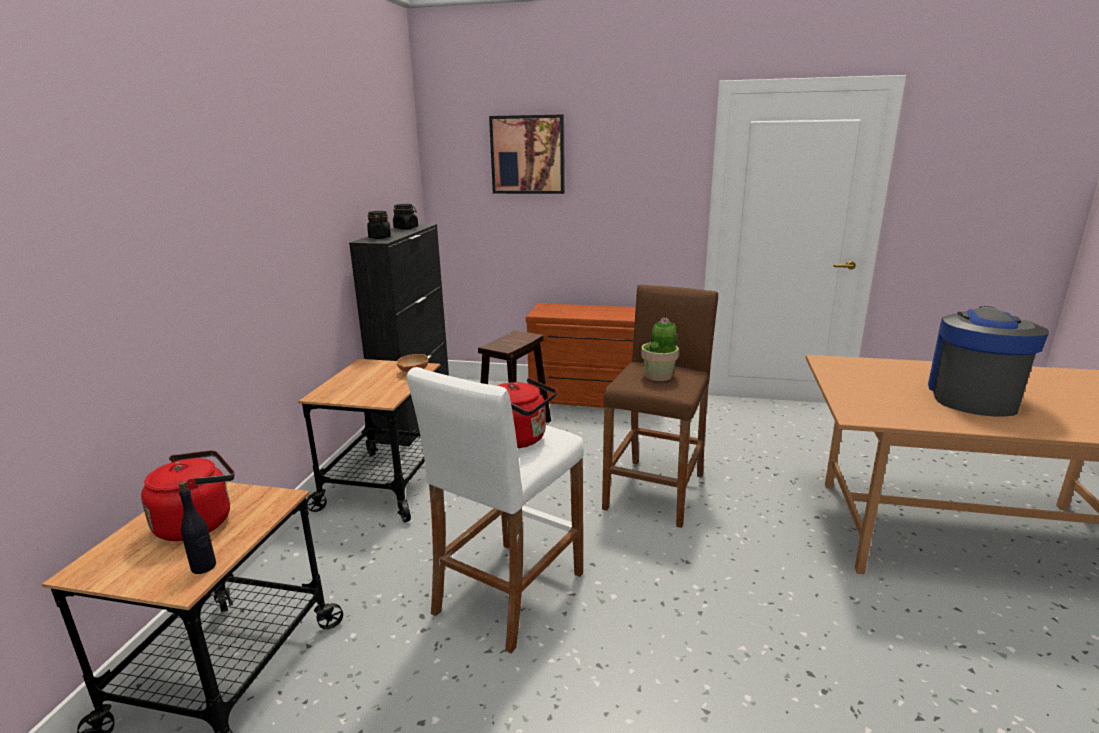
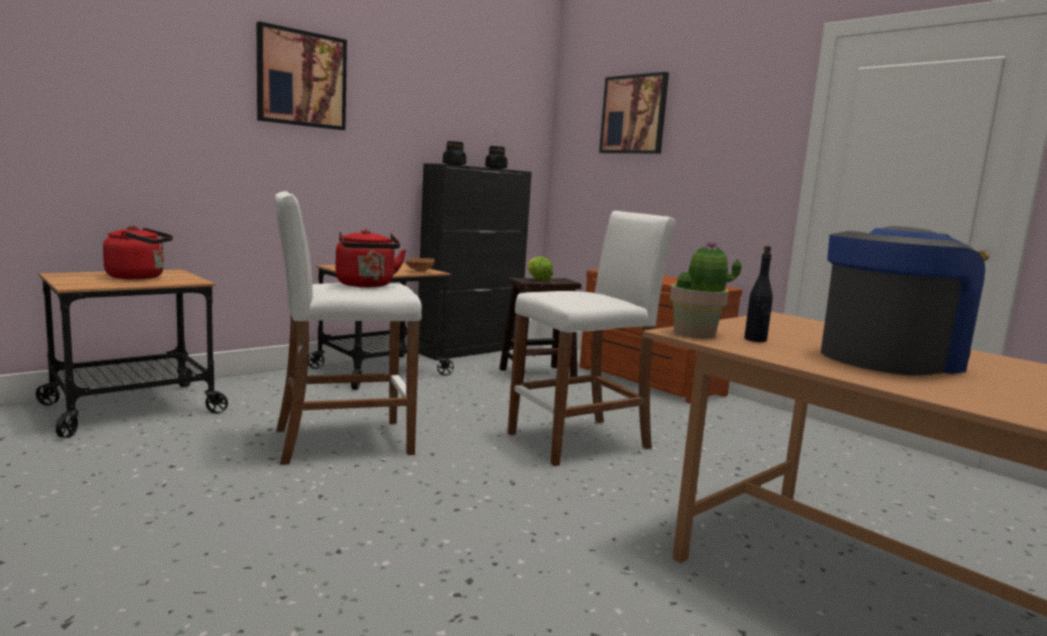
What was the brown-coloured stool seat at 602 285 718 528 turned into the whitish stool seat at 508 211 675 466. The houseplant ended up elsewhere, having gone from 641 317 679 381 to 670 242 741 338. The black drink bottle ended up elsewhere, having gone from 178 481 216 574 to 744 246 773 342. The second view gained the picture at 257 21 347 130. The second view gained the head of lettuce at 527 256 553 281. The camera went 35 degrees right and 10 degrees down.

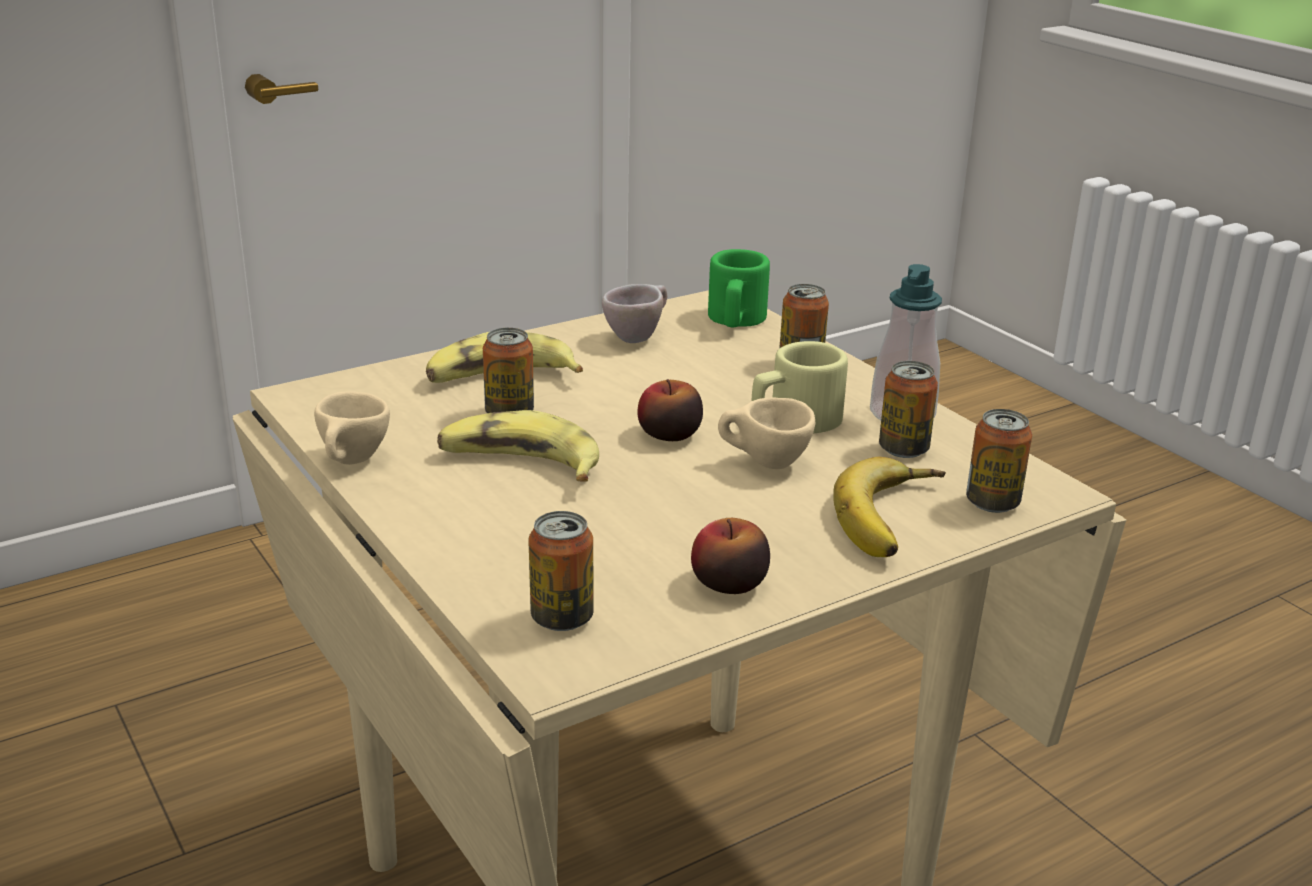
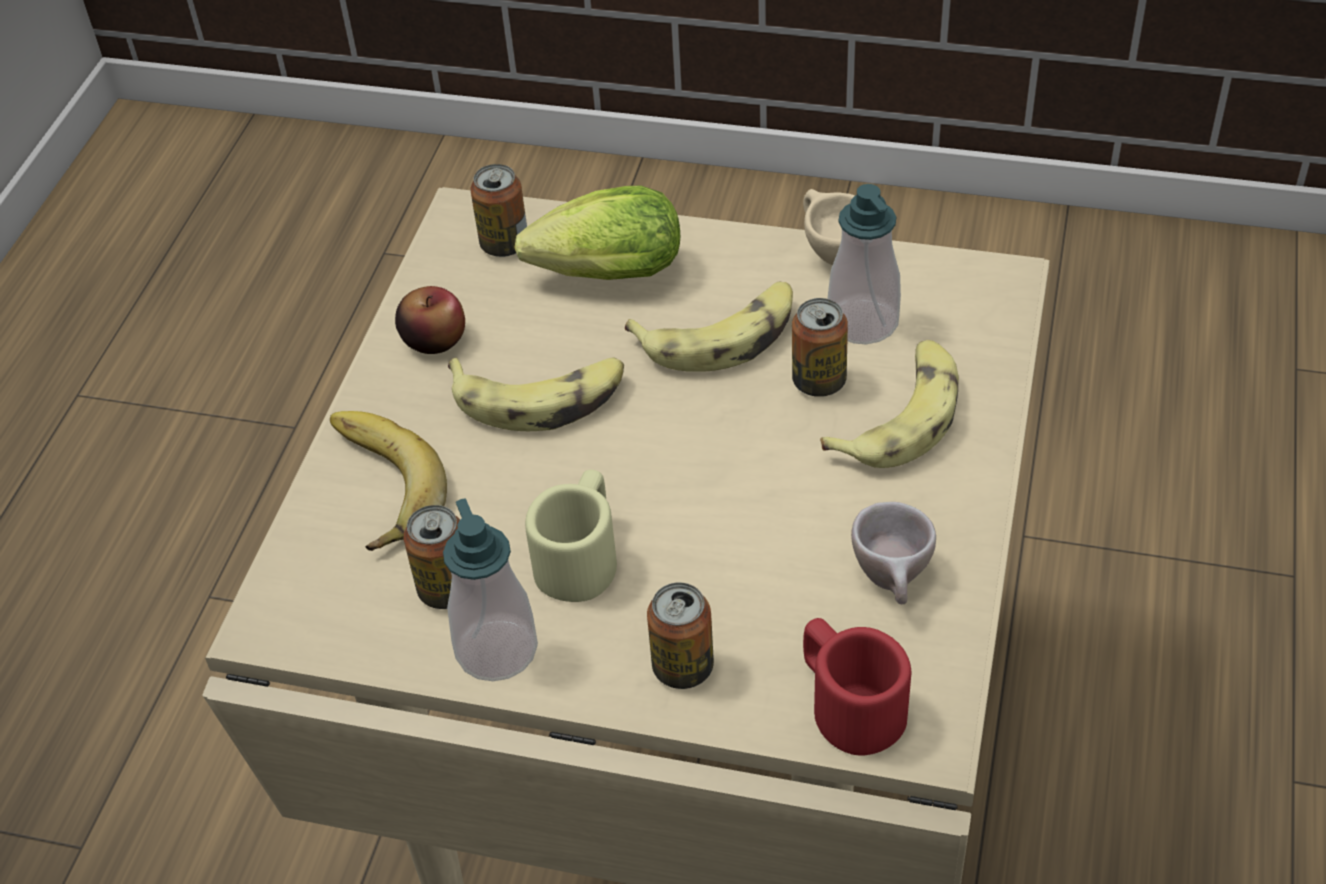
What was the greenish coffee mug at 708 249 770 327 turned into the reddish coffee mug at 803 618 911 756. The second view lost the whole apple at 637 379 703 441. The second view lost the beige drinking cup at 718 398 816 469. The second view lost the can at 966 409 1032 513. The second view gained the soap bottle at 827 184 901 345. The second view gained the head of lettuce at 514 186 680 280. The second view gained the banana at 448 357 624 431. The camera went 140 degrees right and 20 degrees up.

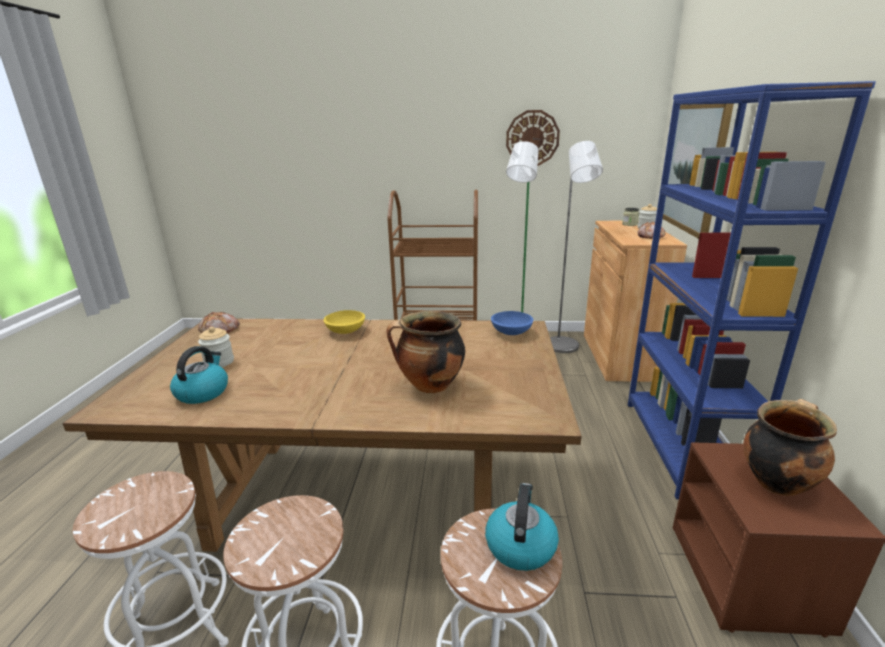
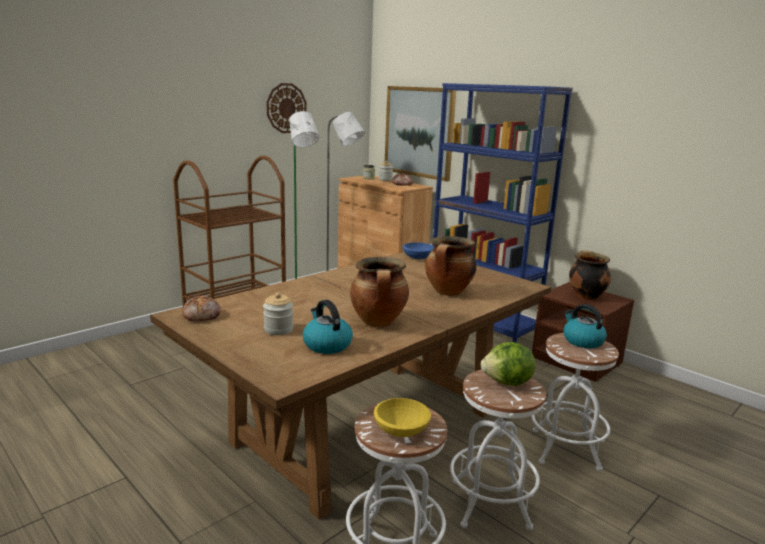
The yellow-coloured deep dish ended up elsewhere, having gone from 323 310 365 334 to 374 398 431 437. The second view gained the saucepot at 350 257 409 327. The second view gained the head of lettuce at 481 342 535 386. The camera went 50 degrees left and 5 degrees down.

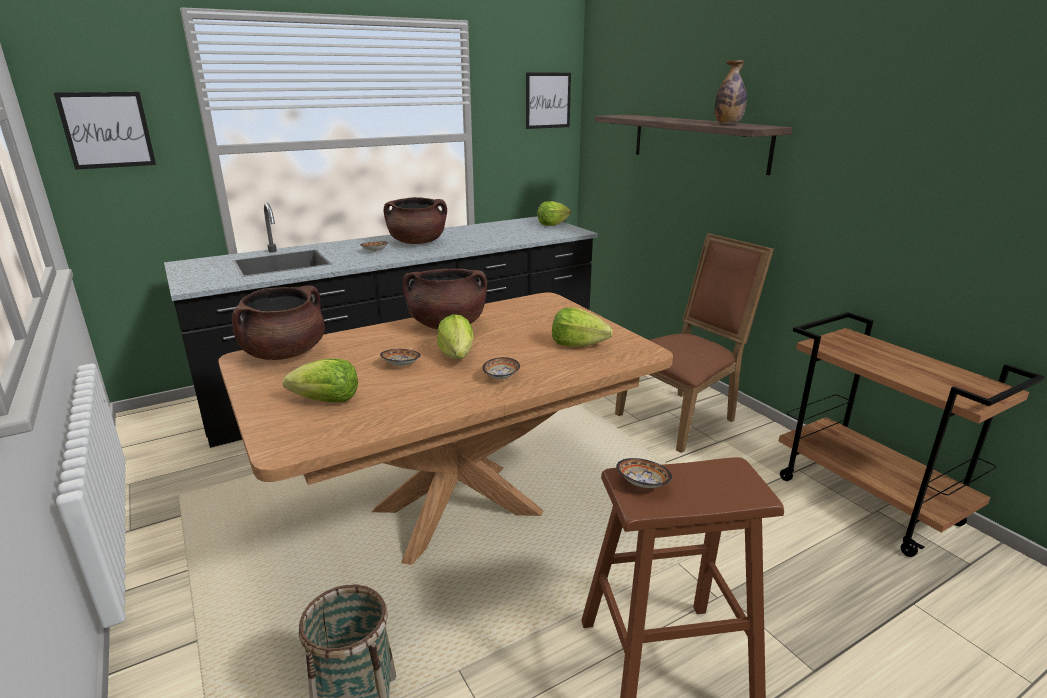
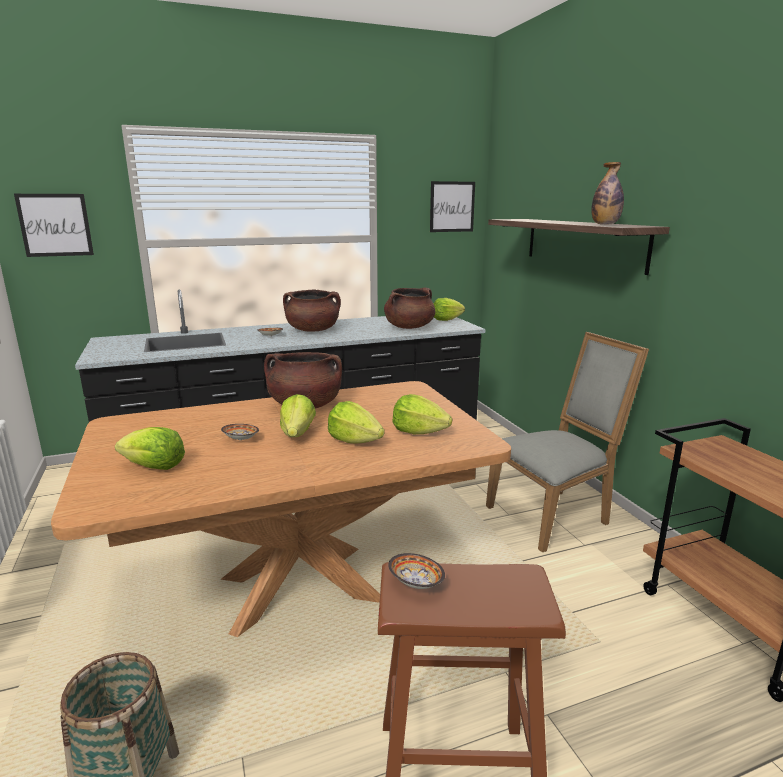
What was the brown-coloured chair at 615 233 774 453 turned into the greyish chair at 486 332 649 552. The brown-coloured saucepot ended up elsewhere, having gone from 232 286 325 360 to 384 288 435 329. The second view lost the deep dish at 482 357 520 379. The second view gained the head of lettuce at 328 401 385 444. The camera went 10 degrees right and 5 degrees down.

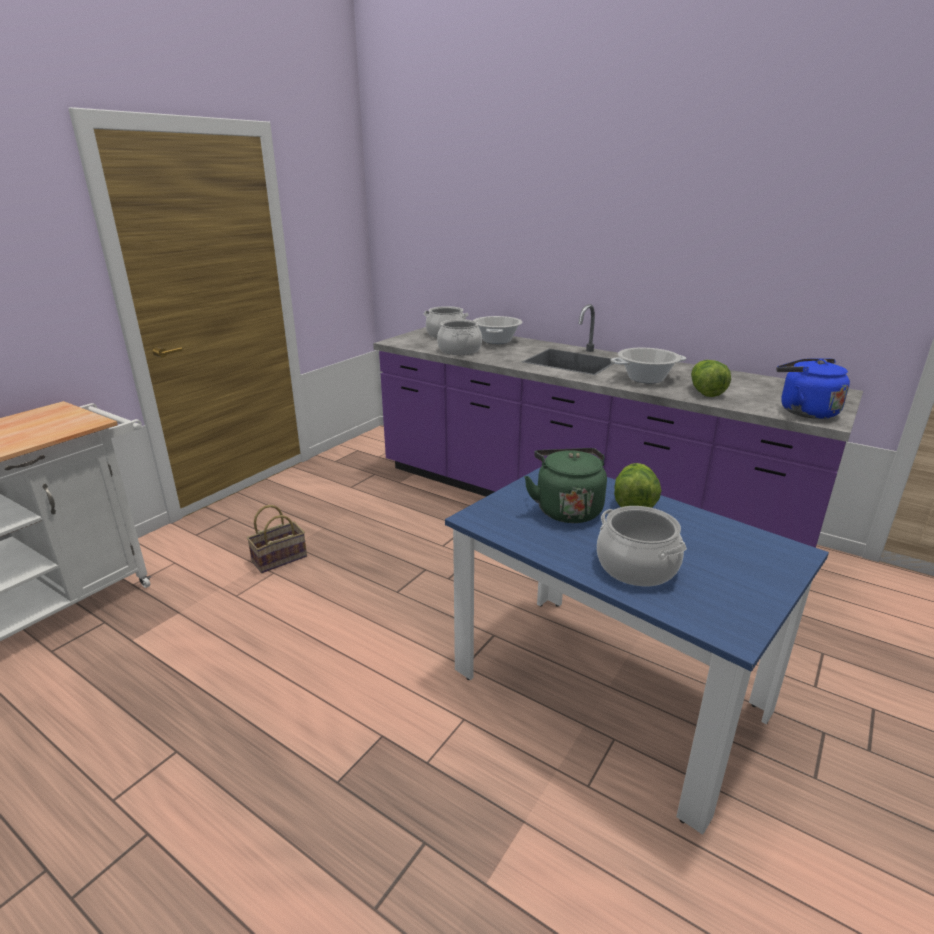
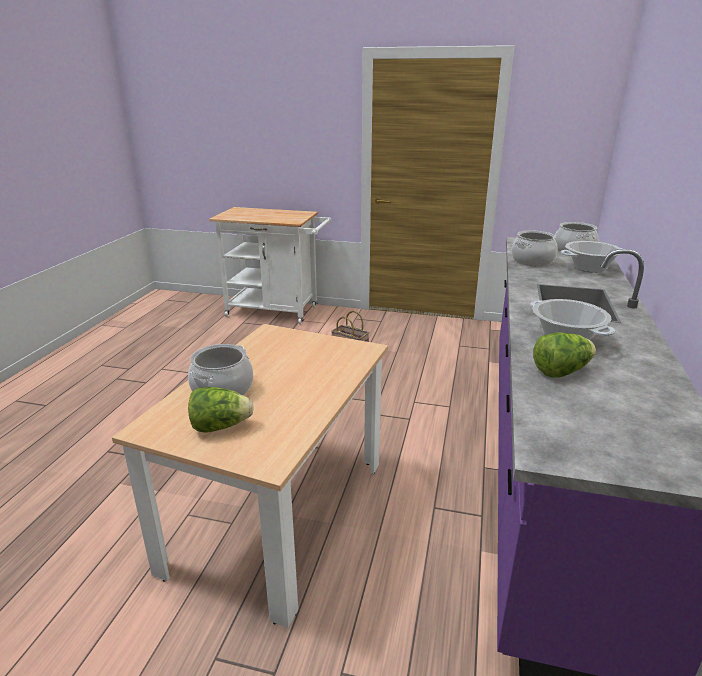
The second view lost the blue kettle at 776 359 850 419. The second view lost the greenish kettle at 524 448 607 523. The head of lettuce ended up elsewhere, having gone from 614 463 661 508 to 188 387 254 433. What was the blue dining table at 445 467 829 835 turned into the beige dining table at 112 324 388 628. The camera went 70 degrees right and 0 degrees up.

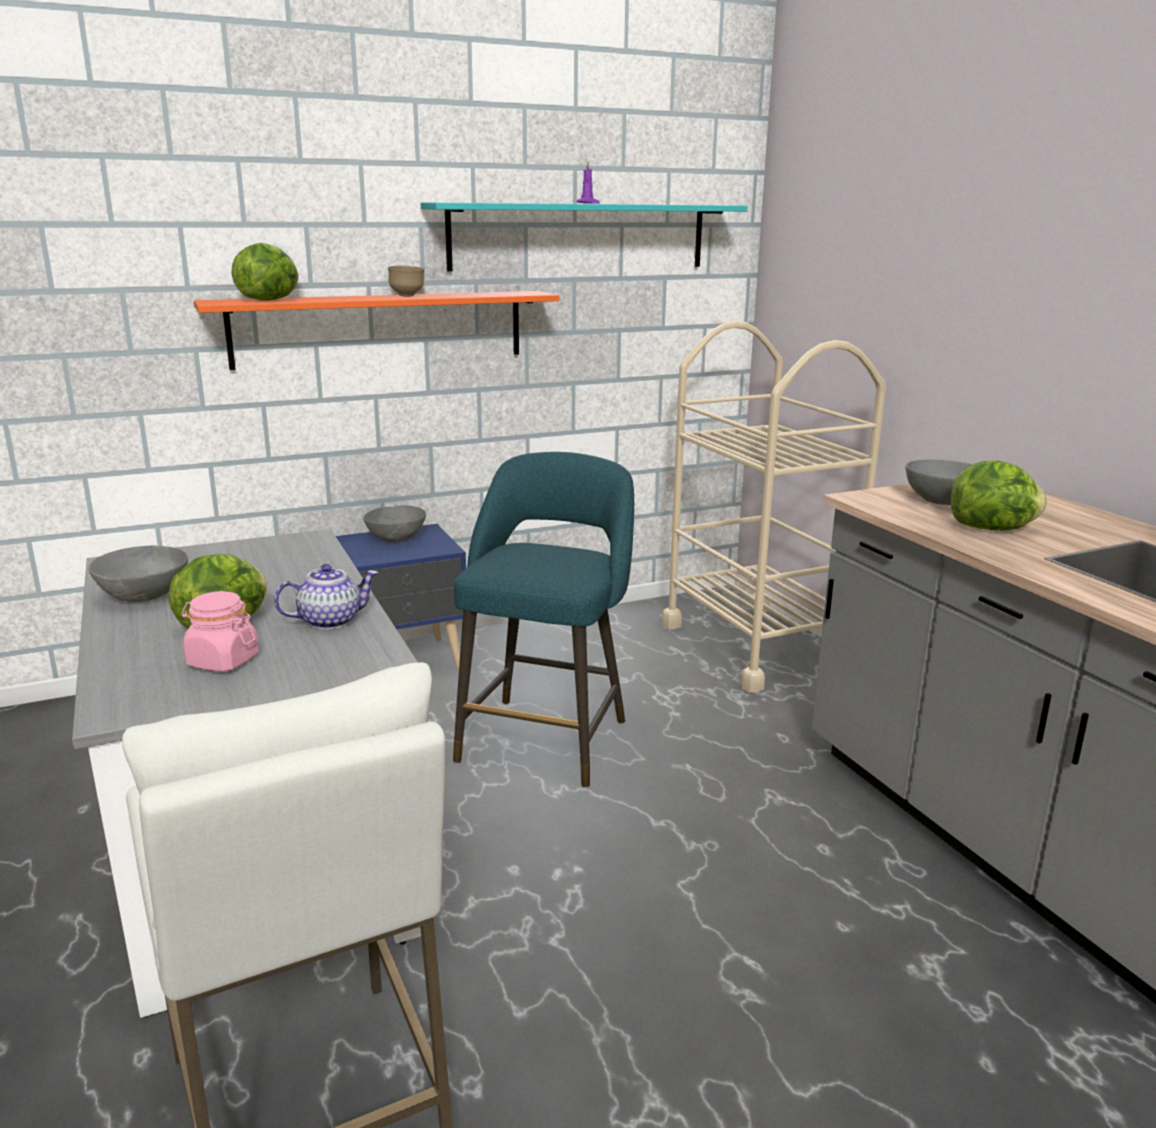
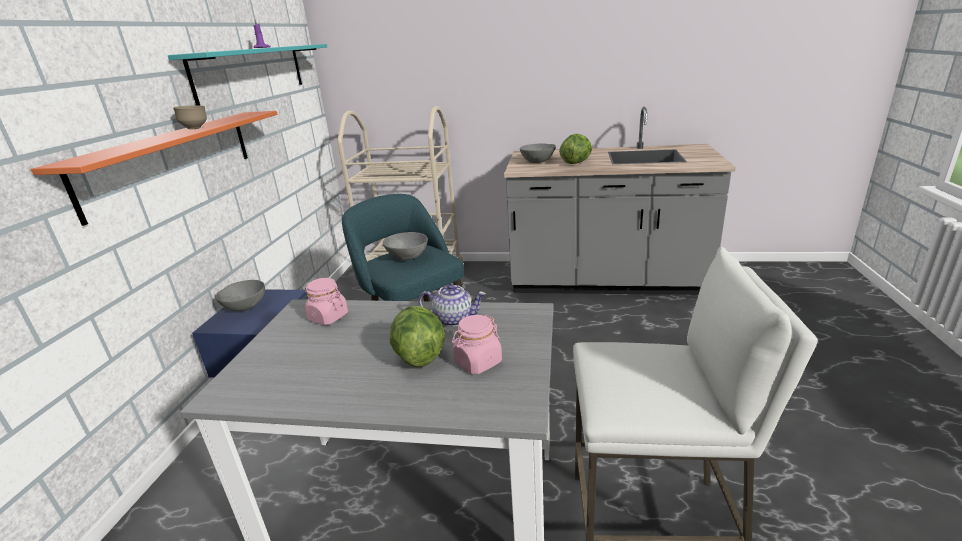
The second view lost the head of lettuce at 232 243 299 301. The greyish deep dish ended up elsewhere, having gone from 88 546 188 602 to 383 232 428 260. The tea pot at 274 564 378 630 ended up facing another way, 90 degrees clockwise from before. The second view gained the pink preserve jar at 305 278 348 325. The camera went 55 degrees left and 5 degrees up.

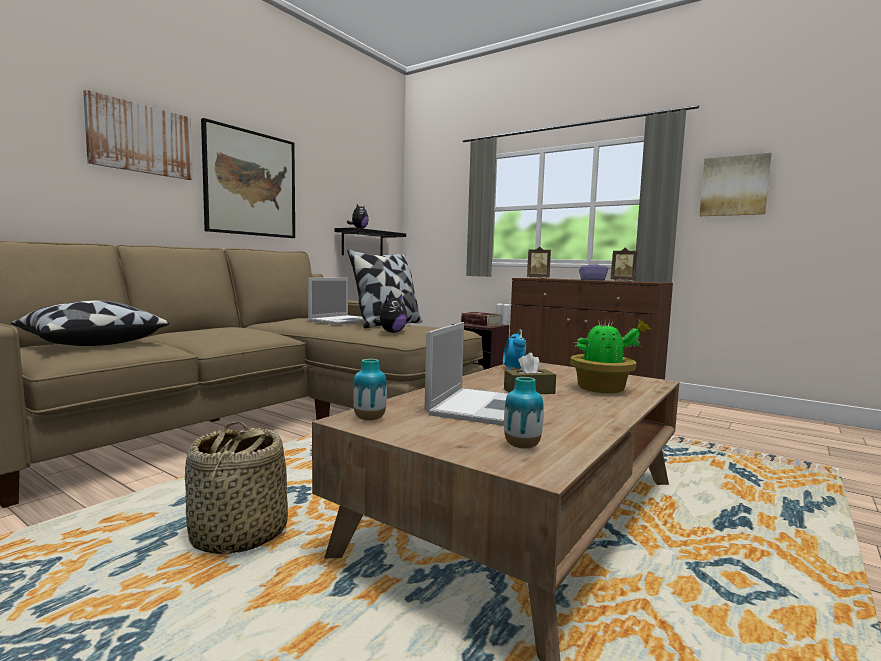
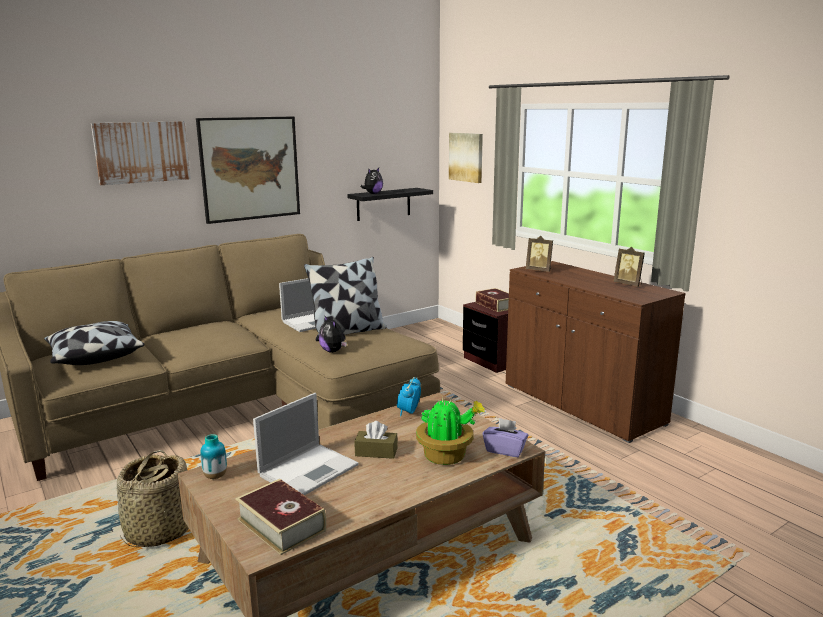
The picture ended up elsewhere, having gone from 699 153 772 216 to 449 133 483 183. The purple-coloured box of tissues ended up elsewhere, having gone from 579 260 609 281 to 483 418 528 457. The plush toy at 373 295 407 333 ended up facing another way, 90 degrees clockwise from before. Where the vase stood at 504 377 544 448, the book came to stand at 236 479 326 555. The camera went 20 degrees right and 10 degrees up.

